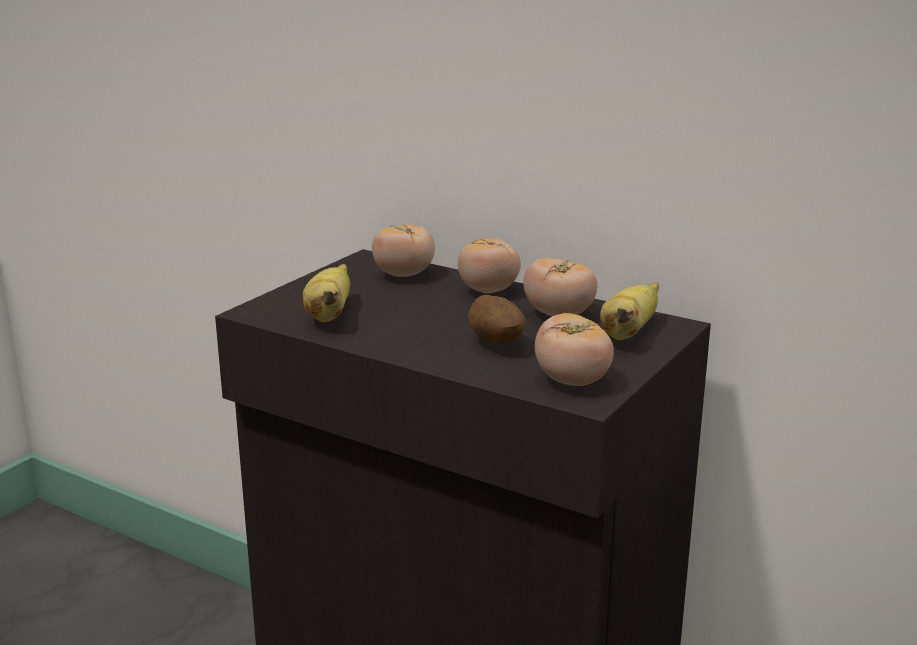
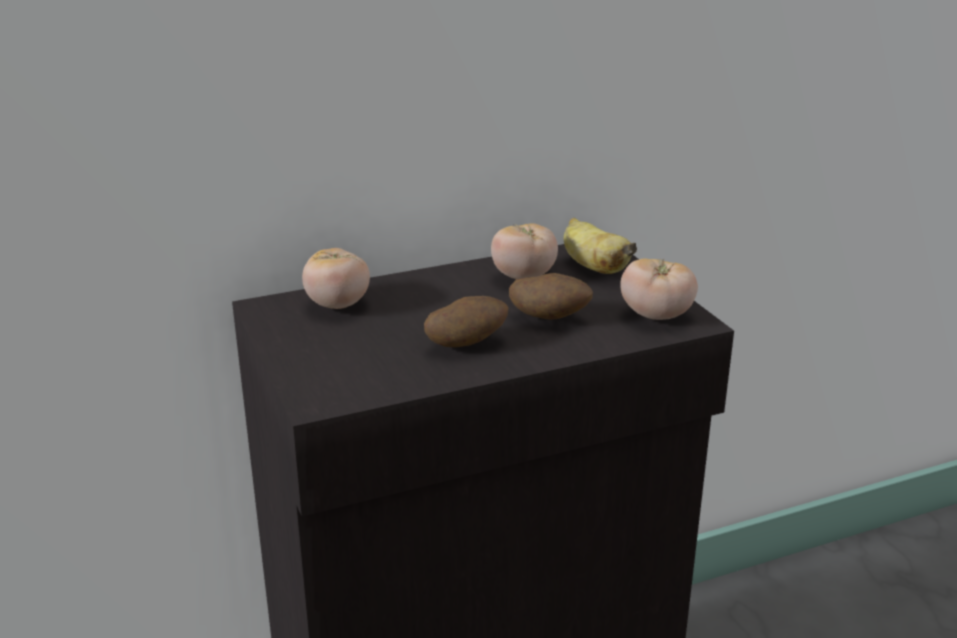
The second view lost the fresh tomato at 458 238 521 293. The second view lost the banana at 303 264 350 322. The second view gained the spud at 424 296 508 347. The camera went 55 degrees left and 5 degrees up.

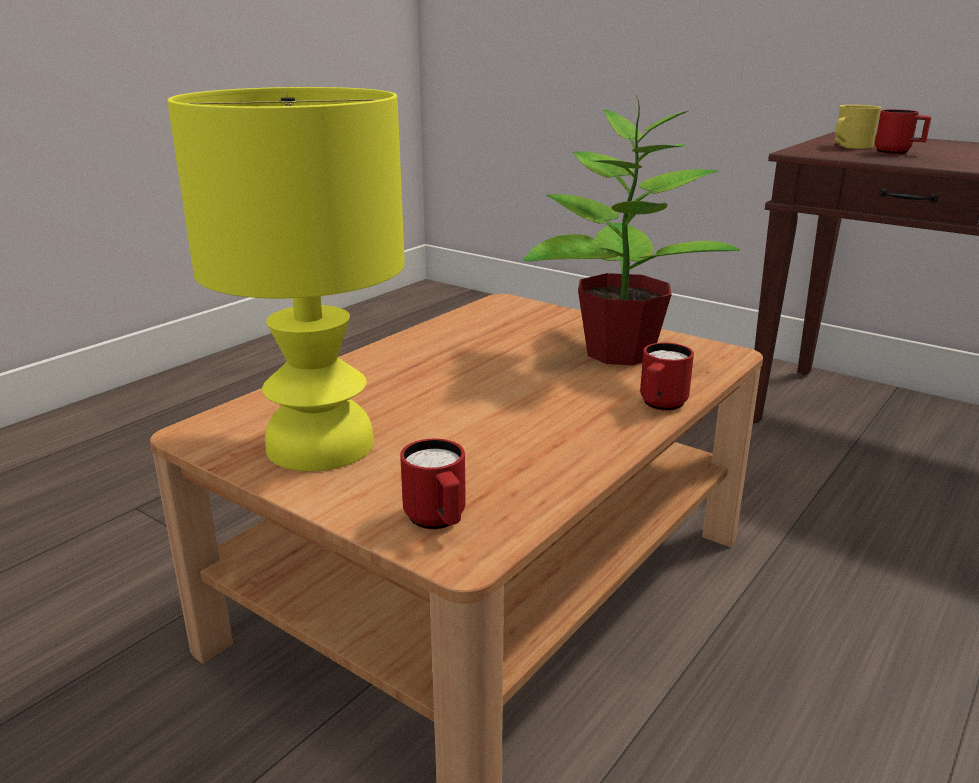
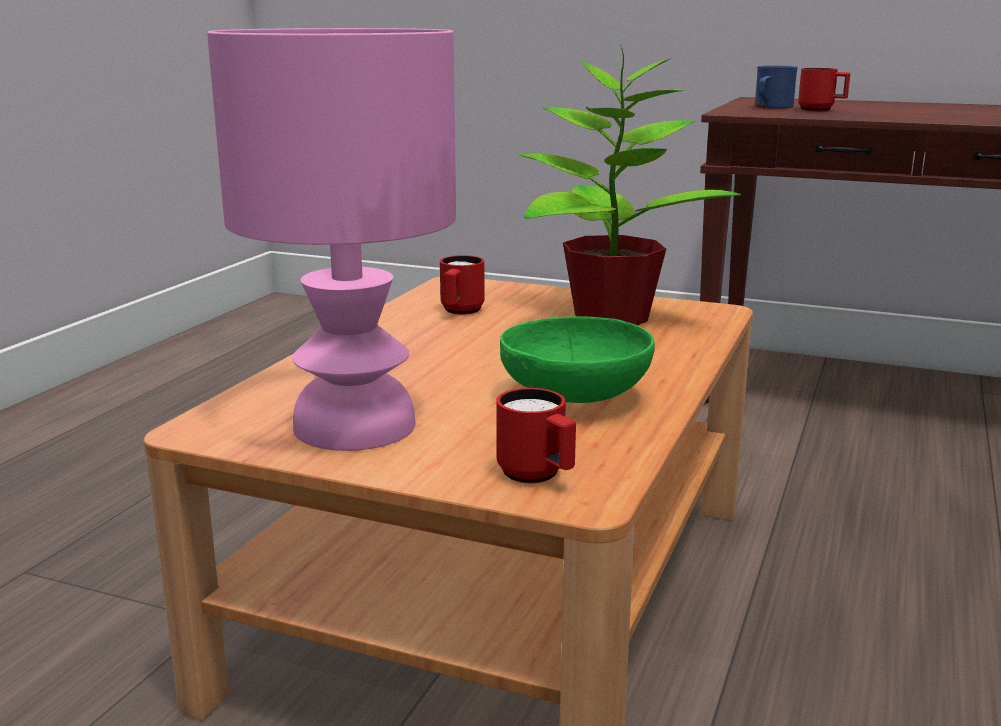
What was the yellow-coloured lamp for a table at 167 87 405 471 turned into the pink lamp for a table at 207 28 456 451. What was the yellow-coloured coffee mug at 834 105 881 149 turned into the blue coffee mug at 755 66 798 109. The reddish coffee mug ended up elsewhere, having gone from 640 343 694 411 to 440 255 485 315. The second view gained the greenish deep dish at 500 316 655 403. The camera went 15 degrees left and 5 degrees down.

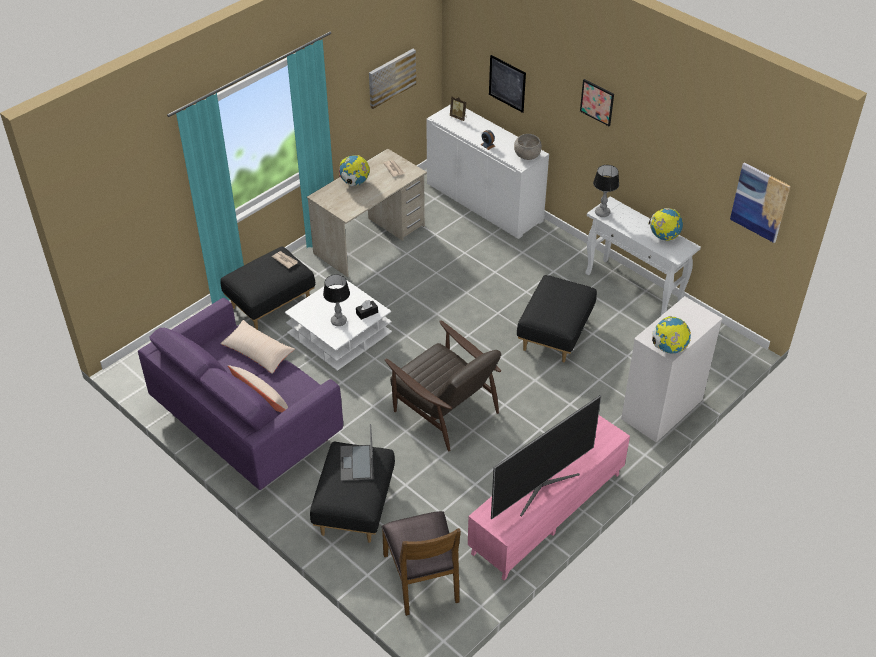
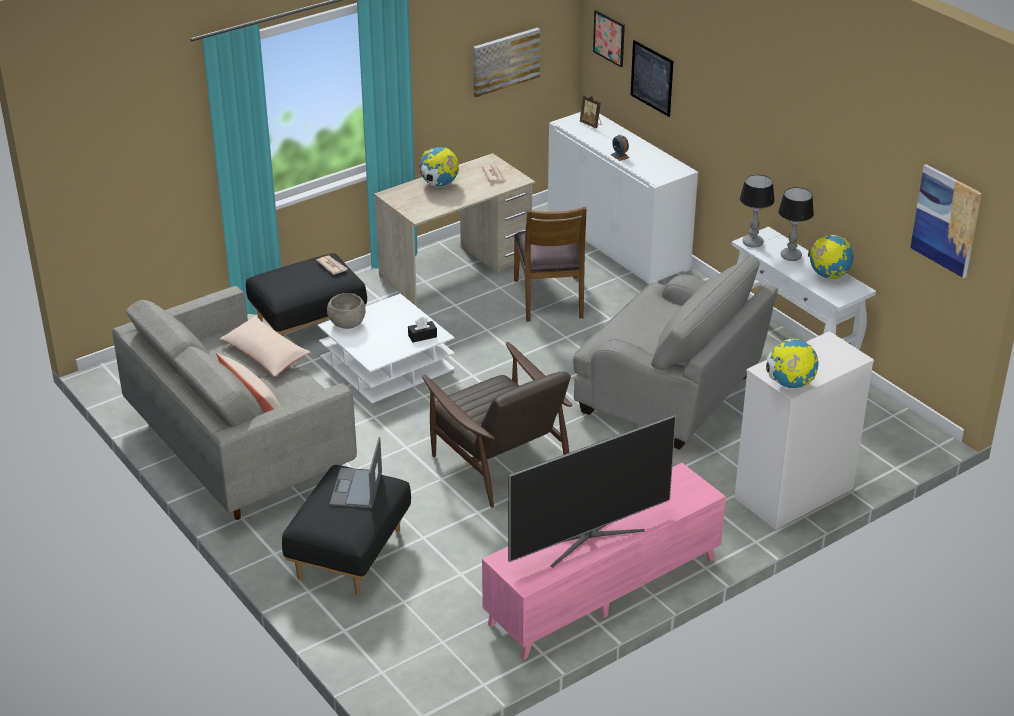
The picture ended up elsewhere, having gone from 580 79 614 126 to 593 10 625 67. The greyish deep dish ended up elsewhere, having gone from 514 134 542 160 to 327 293 366 329. The lamp for a table ended up elsewhere, having gone from 323 274 350 326 to 778 187 814 261. Where the black pouffe stood at 517 275 597 363, the greyish easy chair came to stand at 573 255 778 450. What was the purple-coloured settee at 138 298 343 490 turned into the greyish settee at 112 286 357 520. The brown-coloured chair ended up elsewhere, having gone from 382 511 461 616 to 514 207 587 321. The camera went 10 degrees right and 10 degrees down.

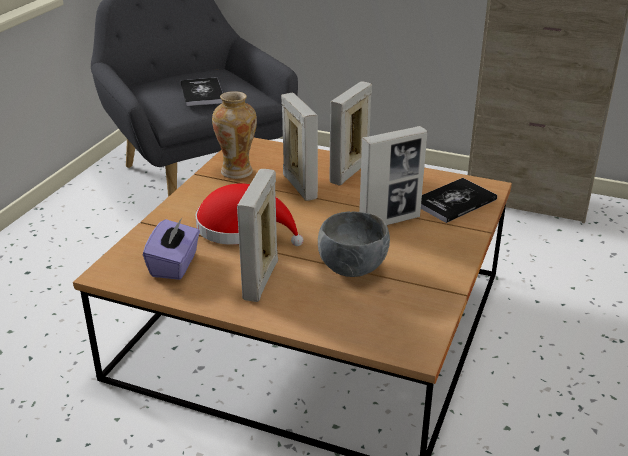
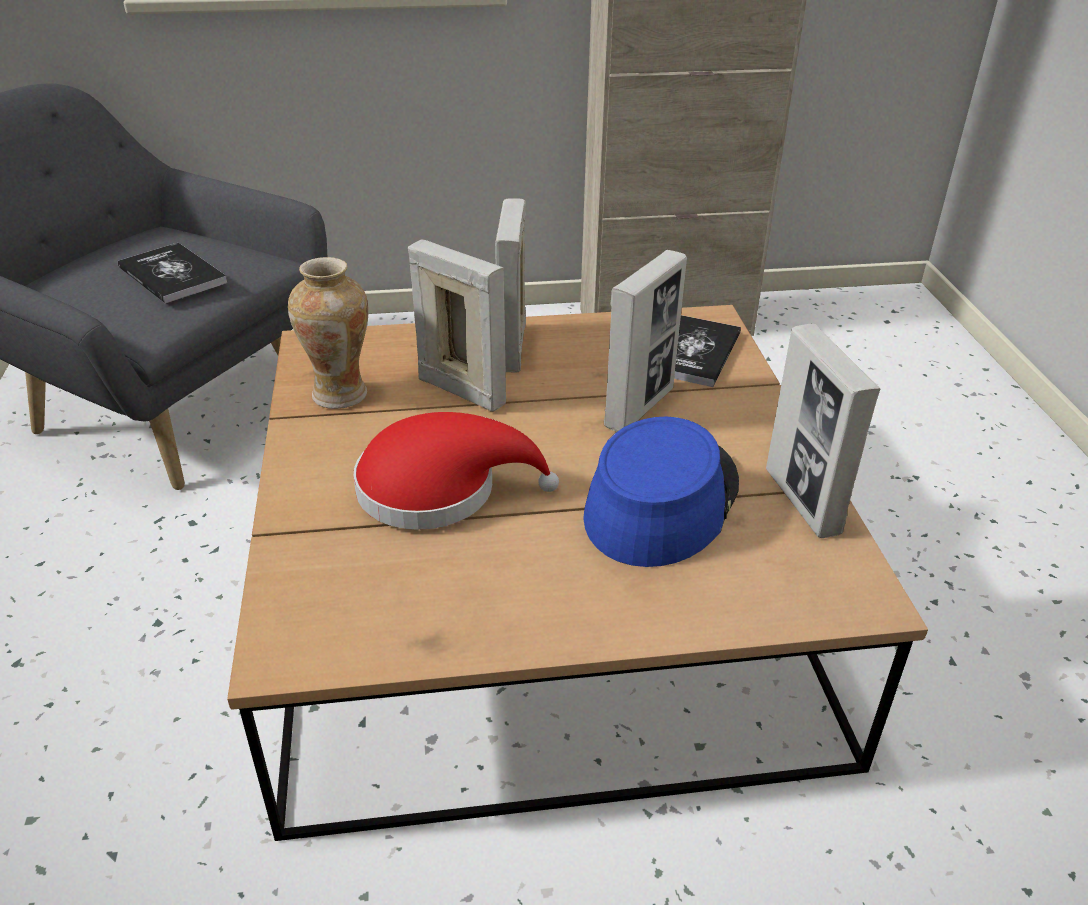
The standing frame ended up elsewhere, having gone from 237 169 278 302 to 766 324 880 538. Where the greyish deep dish stood at 318 211 390 277, the blue clothing hat came to stand at 583 417 739 567. The second view lost the purple-coloured box of tissues at 143 218 200 280. The camera went 30 degrees left and 5 degrees up.

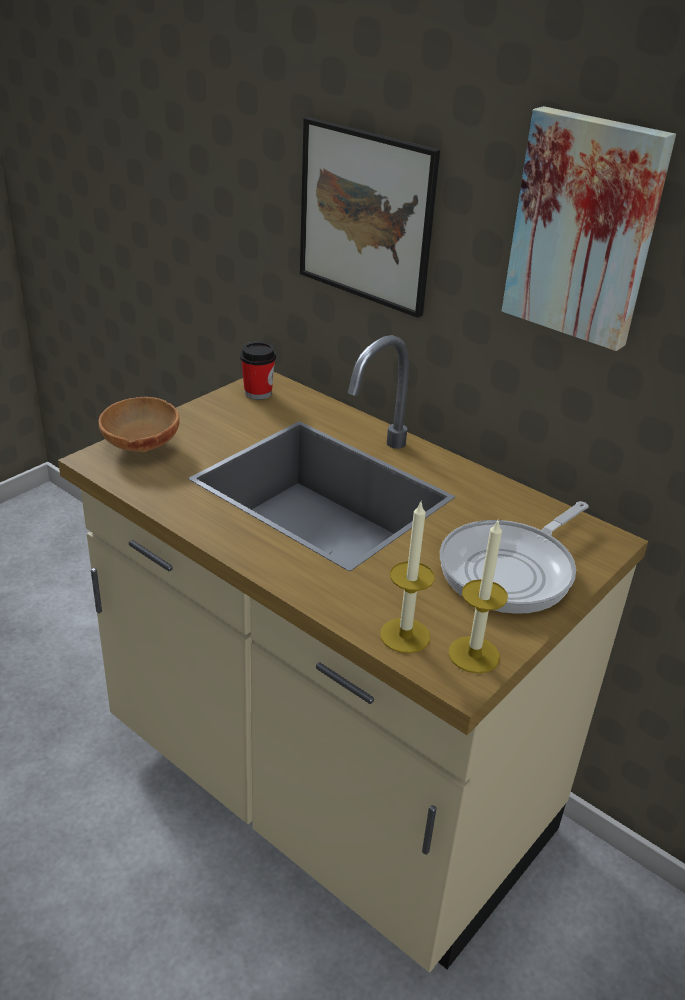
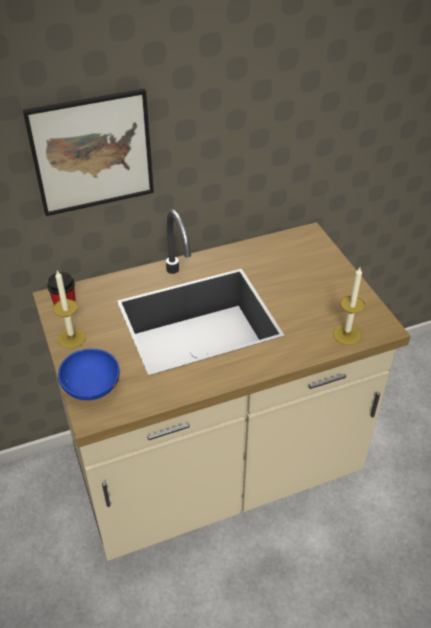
The second view lost the picture at 502 106 676 351. What was the brown-coloured deep dish at 99 397 180 452 turned into the blue deep dish at 58 349 120 400. The second view lost the frying pan at 440 501 589 614. The wax candle ended up elsewhere, having gone from 449 521 508 674 to 53 270 86 348. The camera went 60 degrees left and 10 degrees up.

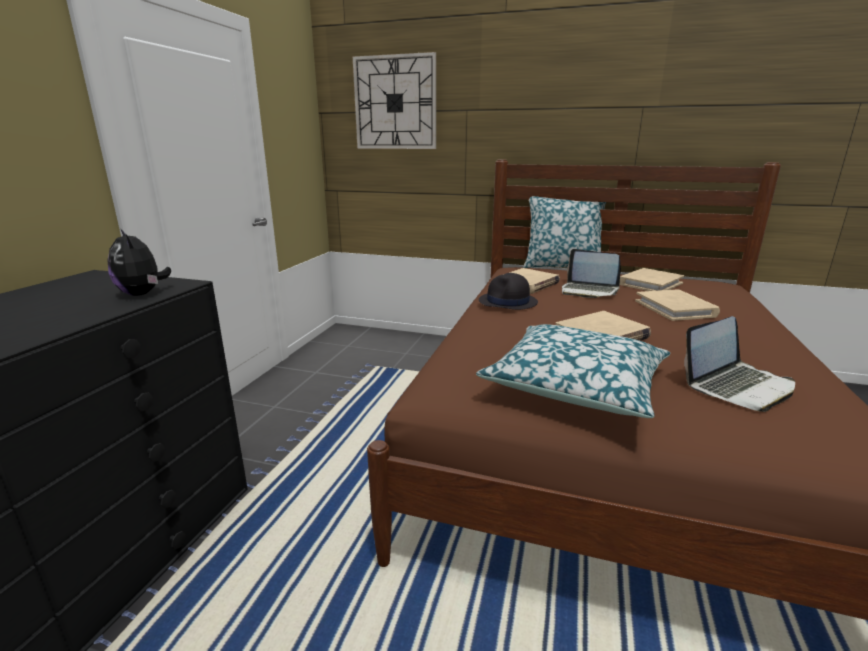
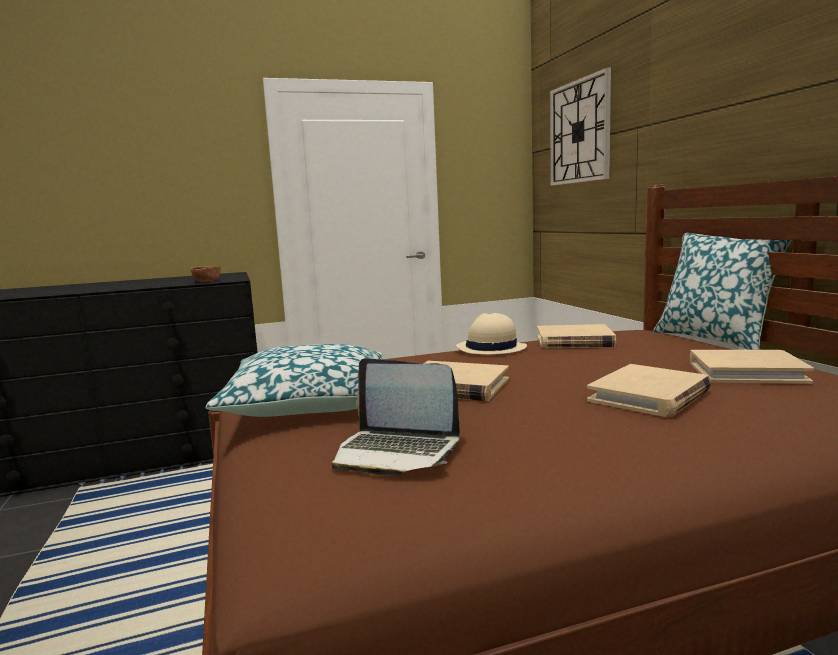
Where the plush toy stood at 107 229 171 296, the brown-coloured deep dish came to stand at 191 266 220 282. The second view lost the notebook computer at 562 249 621 298. What was the black clothing hat at 479 273 538 310 turned into the beige clothing hat at 455 313 527 355. The camera went 55 degrees right and 10 degrees down.

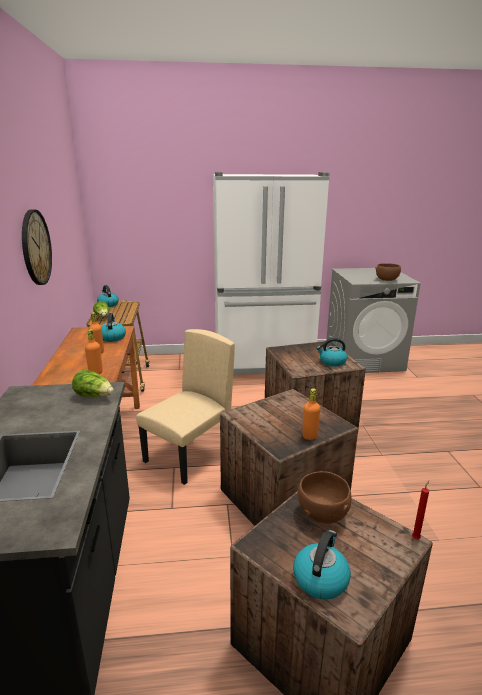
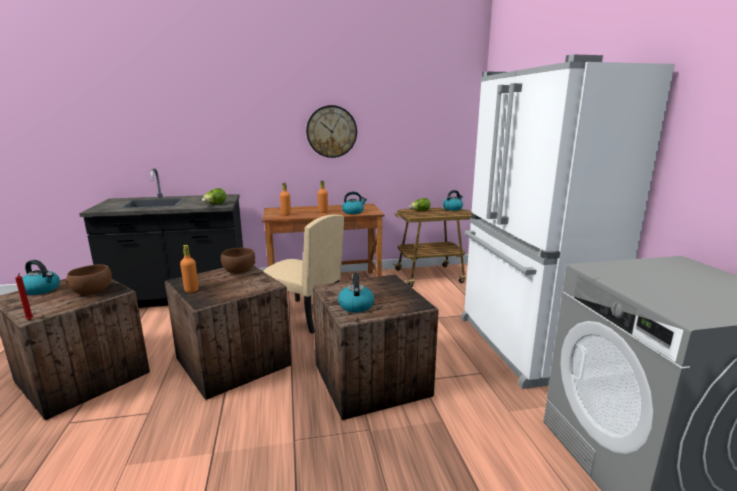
The brown-coloured deep dish ended up elsewhere, having gone from 375 263 401 281 to 221 248 256 274. The camera went 85 degrees right and 5 degrees down.

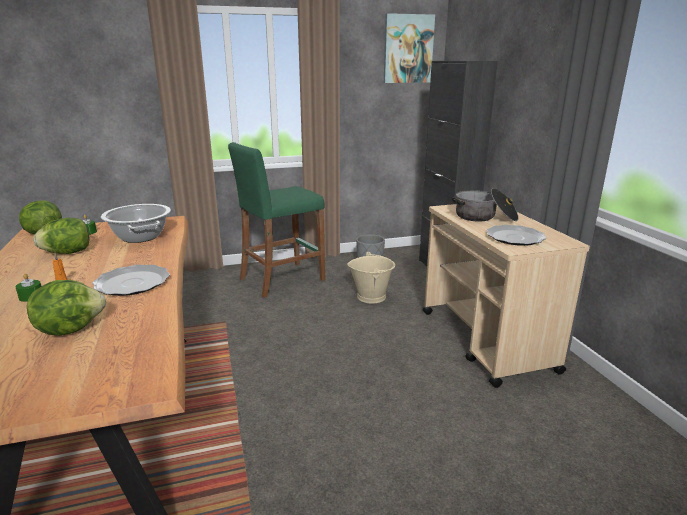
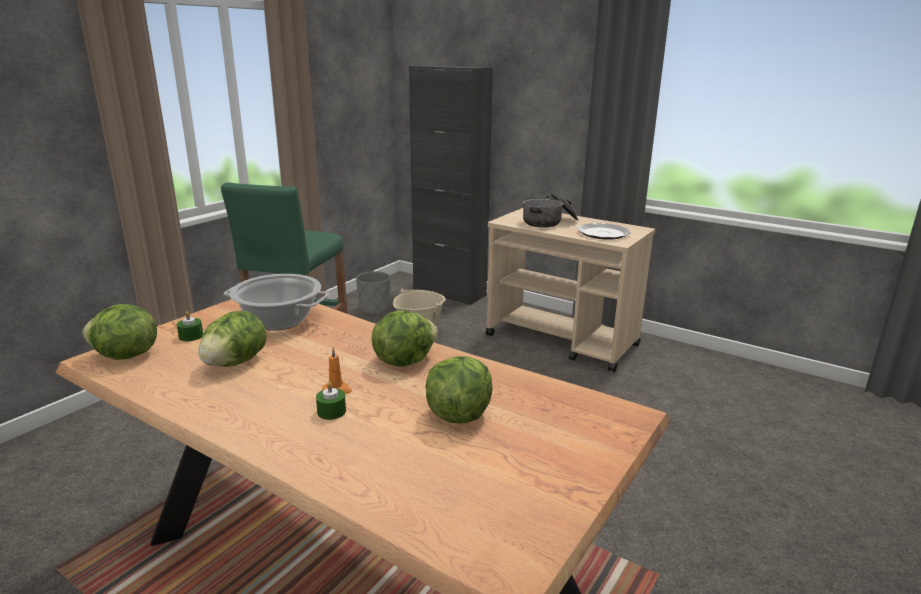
The second view lost the picture at 384 13 435 83. Where the flat dish stood at 92 265 170 296, the head of lettuce came to stand at 372 311 438 367. The camera went 40 degrees left and 0 degrees up.

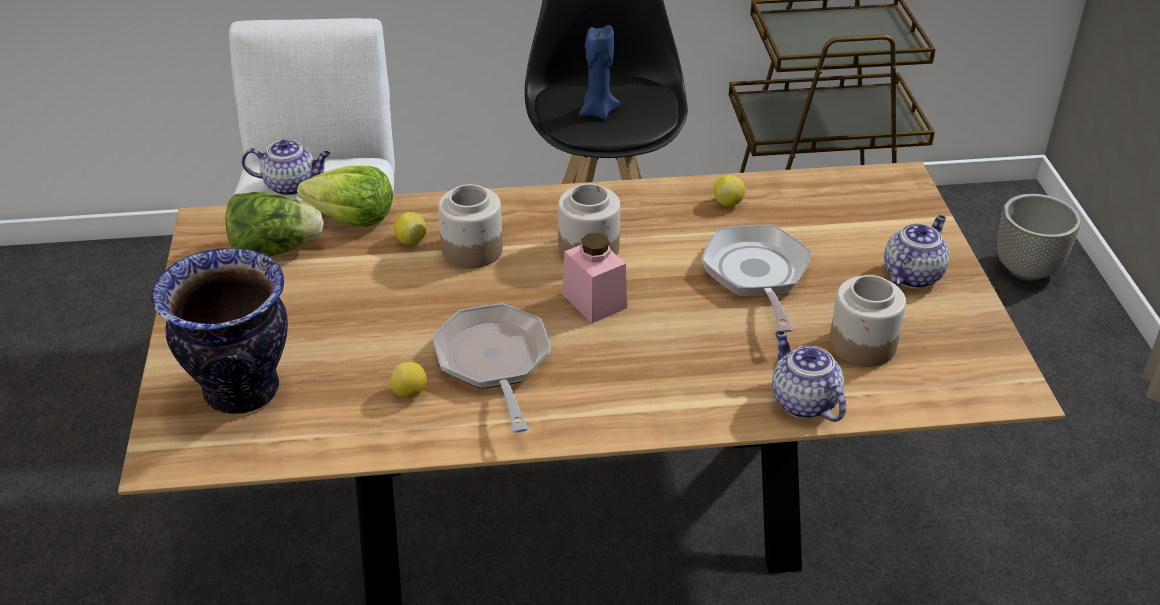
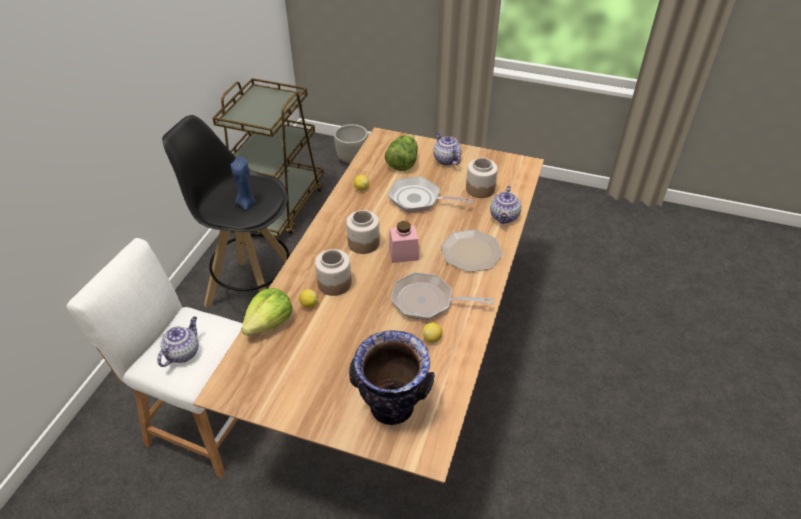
The head of lettuce ended up elsewhere, having gone from 226 192 323 257 to 385 135 418 171. The tea pot at 772 331 846 422 ended up facing another way, 75 degrees counterclockwise from before. The second view gained the flat dish at 441 229 503 272. The camera went 65 degrees left and 5 degrees up.

